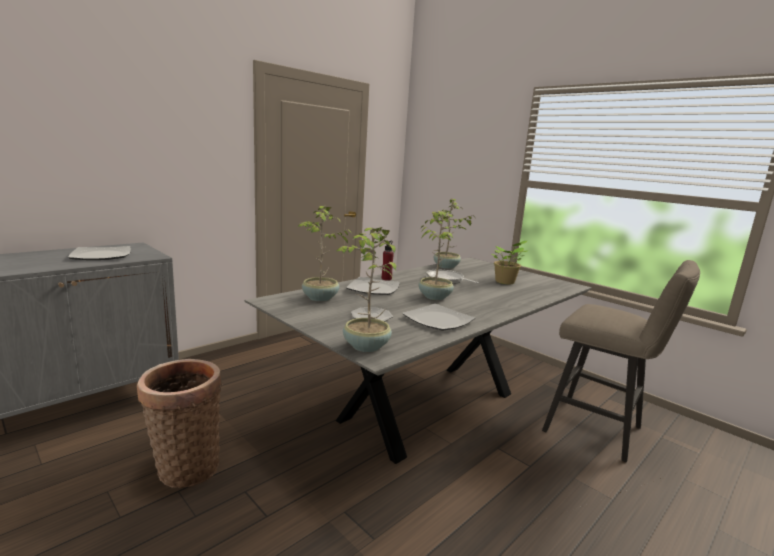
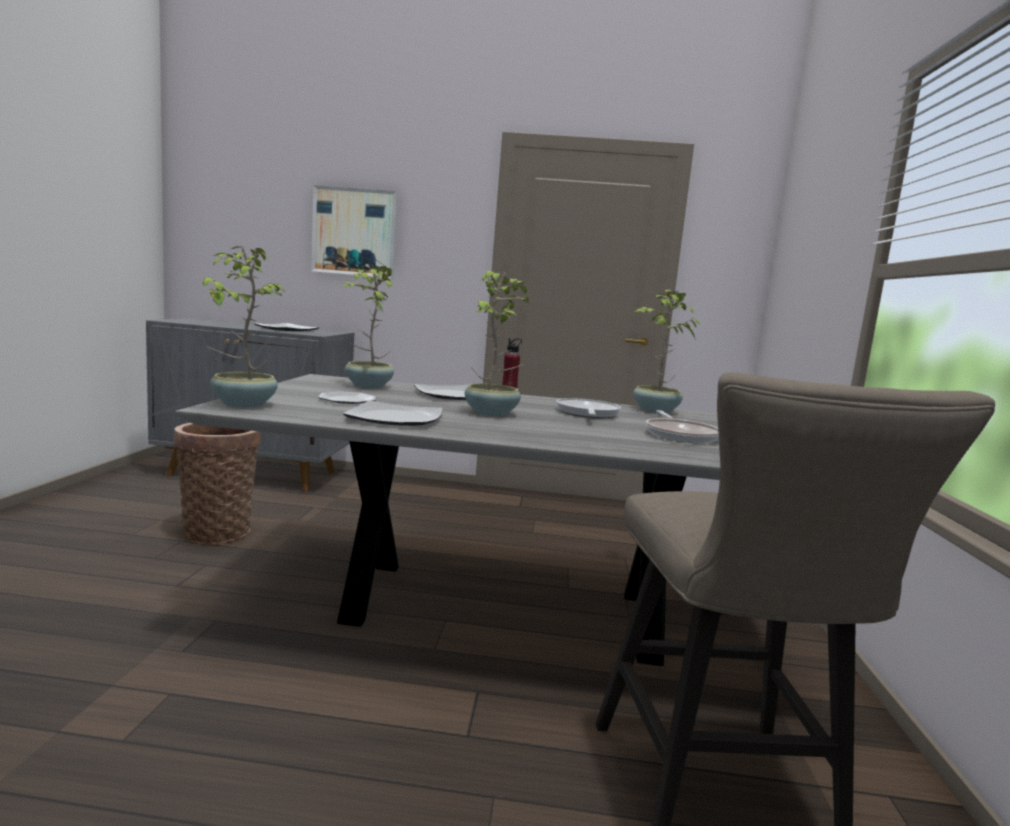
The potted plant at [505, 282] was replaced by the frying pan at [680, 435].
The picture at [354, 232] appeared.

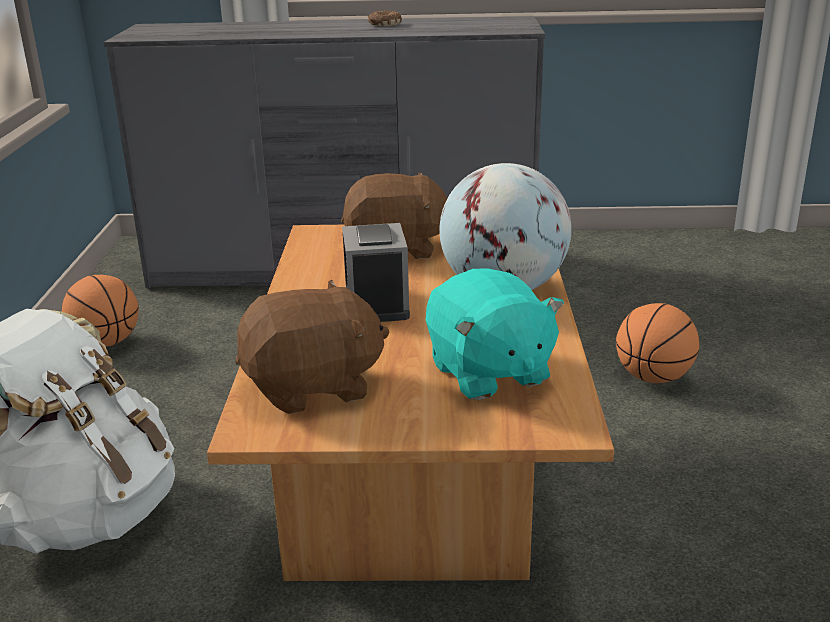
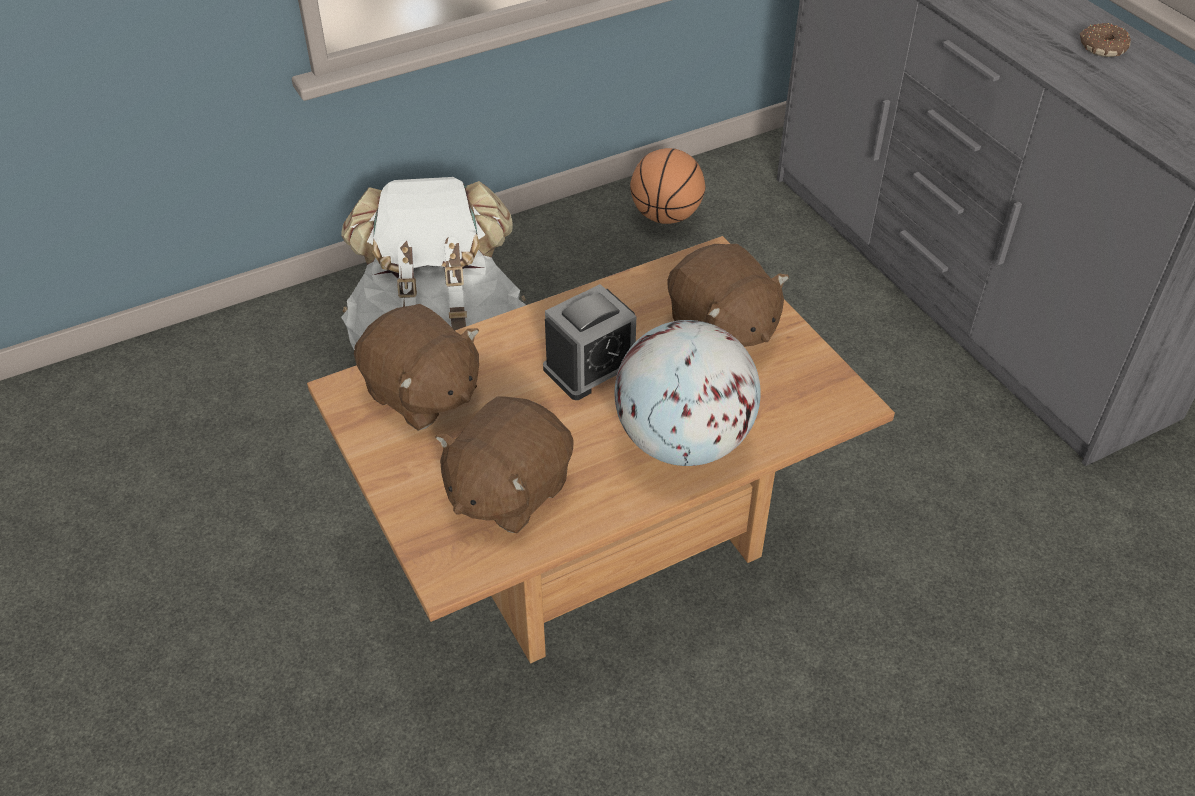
The plush toy in turquoise at [488, 373] became the plush toy in brown at [507, 491].
The basketball at [653, 378] disappeared.

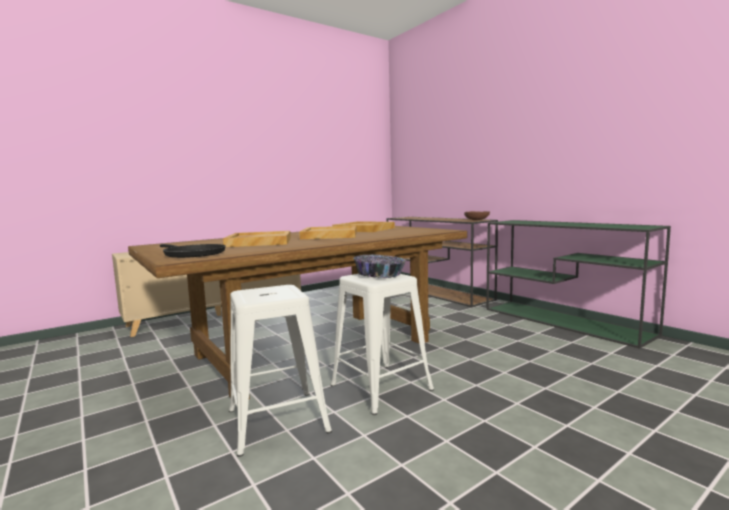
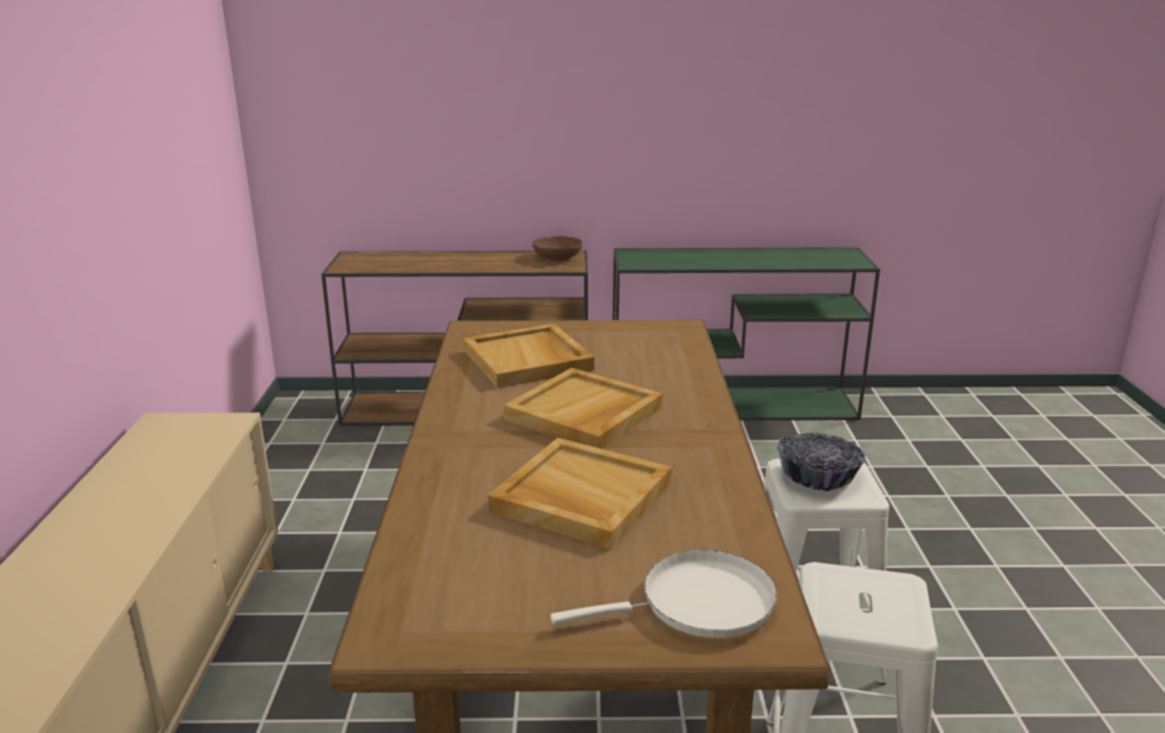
The frying pan in black at [192, 254] became the frying pan in white at [698, 603].

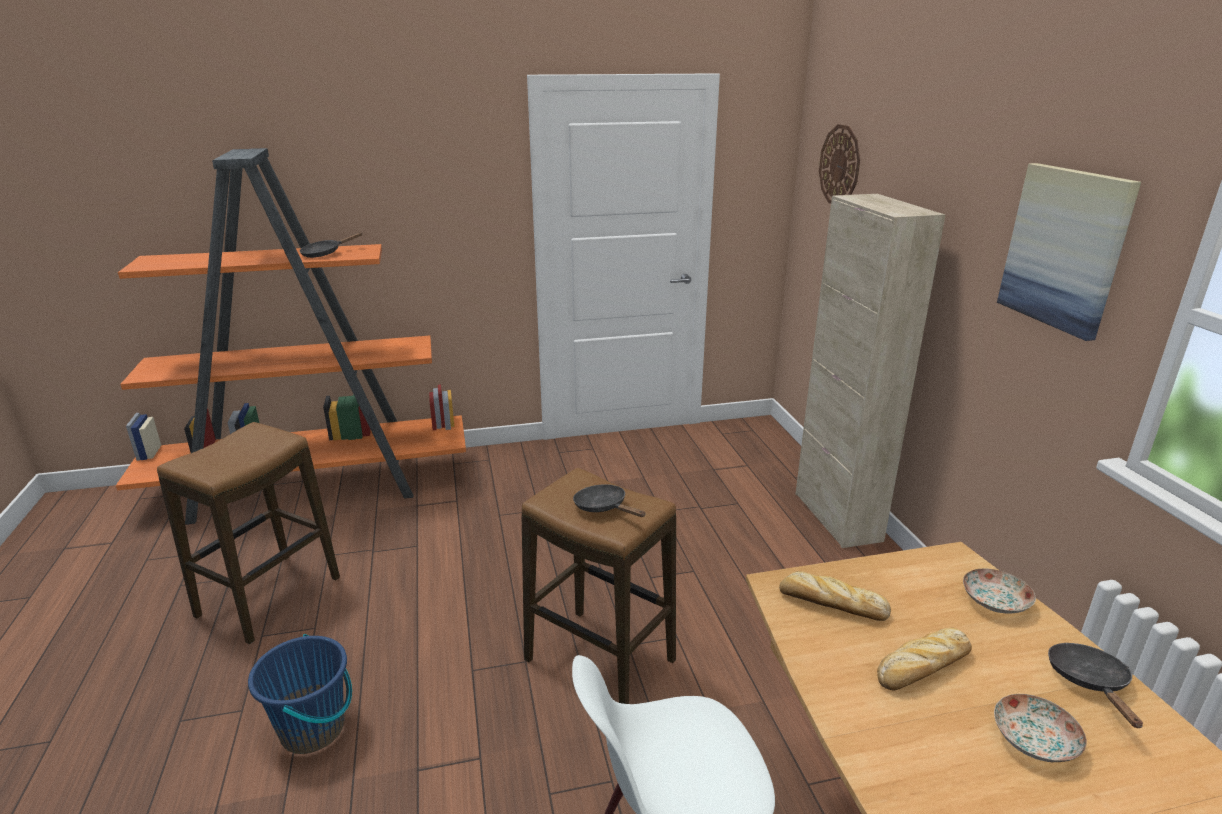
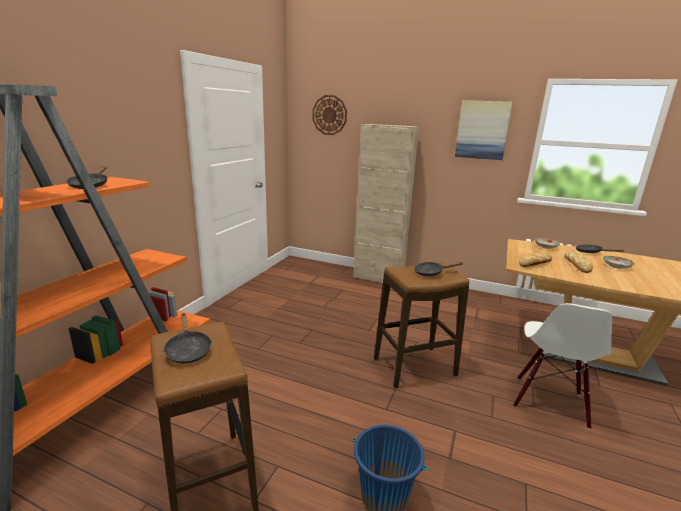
The frying pan in black at [188, 350] appeared.

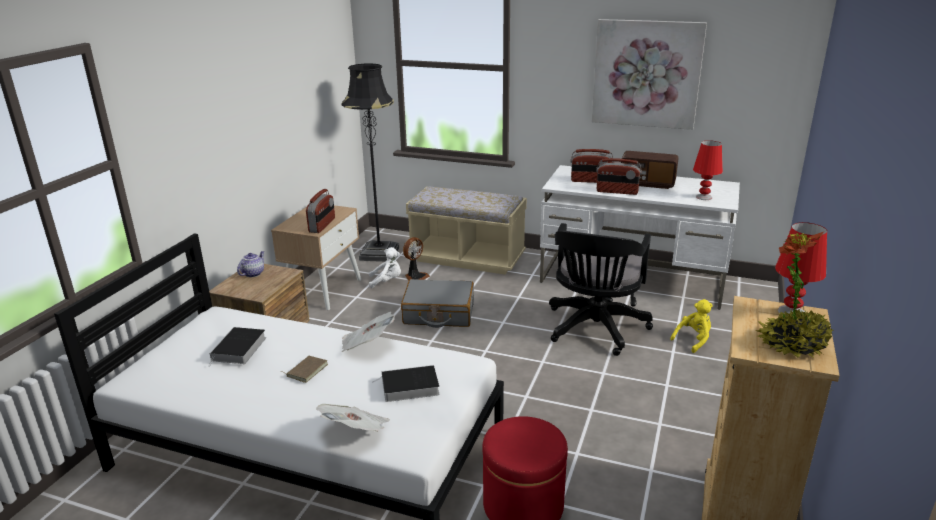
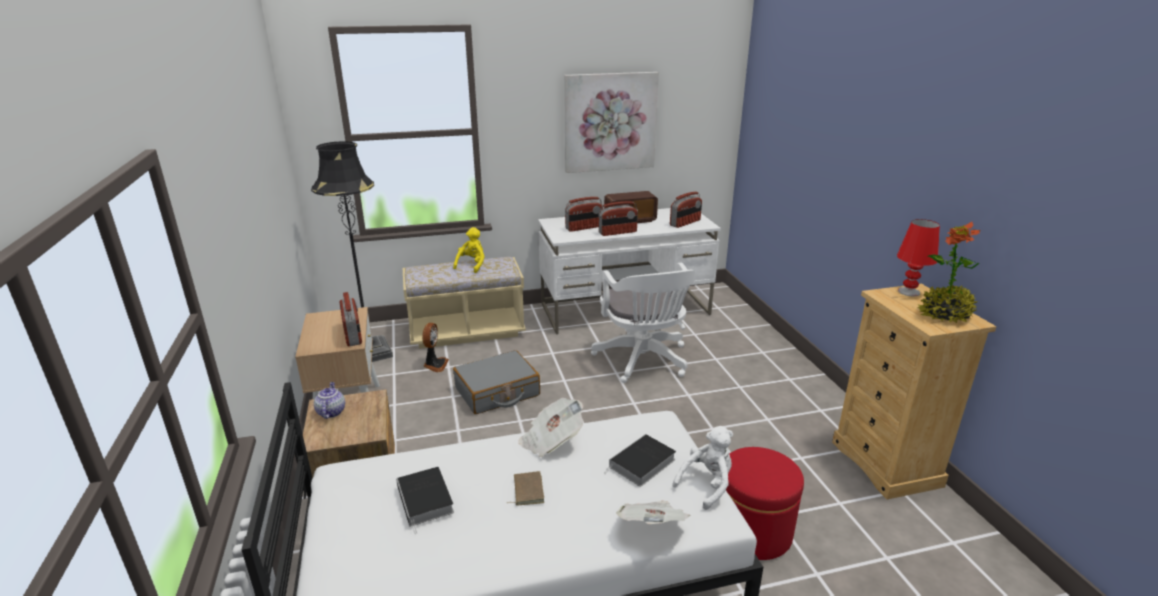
The plush toy in white moved from [387, 281] to [707, 484].
The office chair in black at [595, 330] became the office chair in white at [643, 361].
The plush toy in yellow moved from [693, 340] to [472, 265].
The table lamp in red at [704, 197] was replaced by the radio at [685, 223].

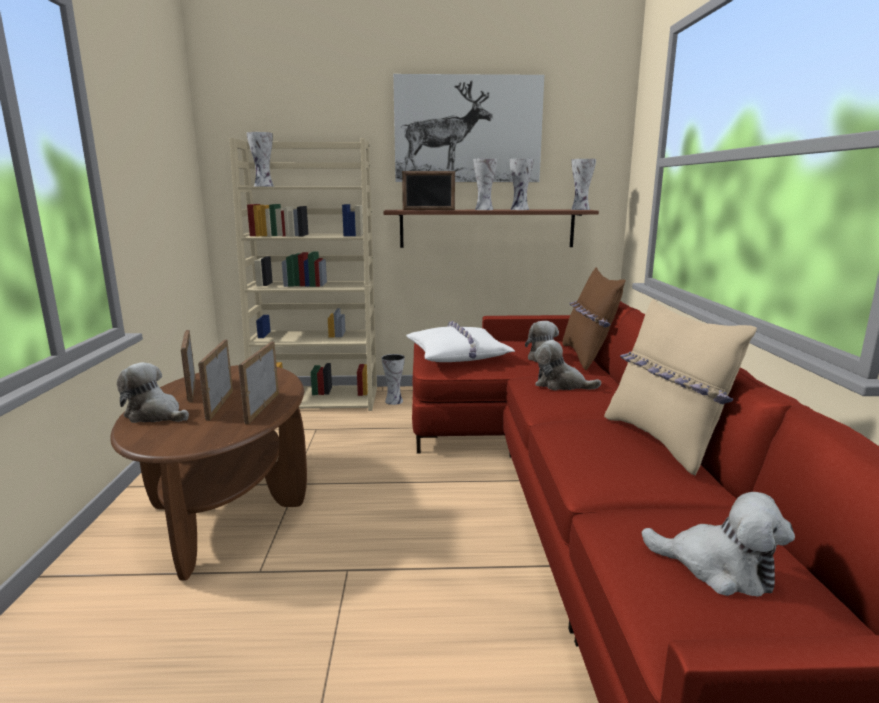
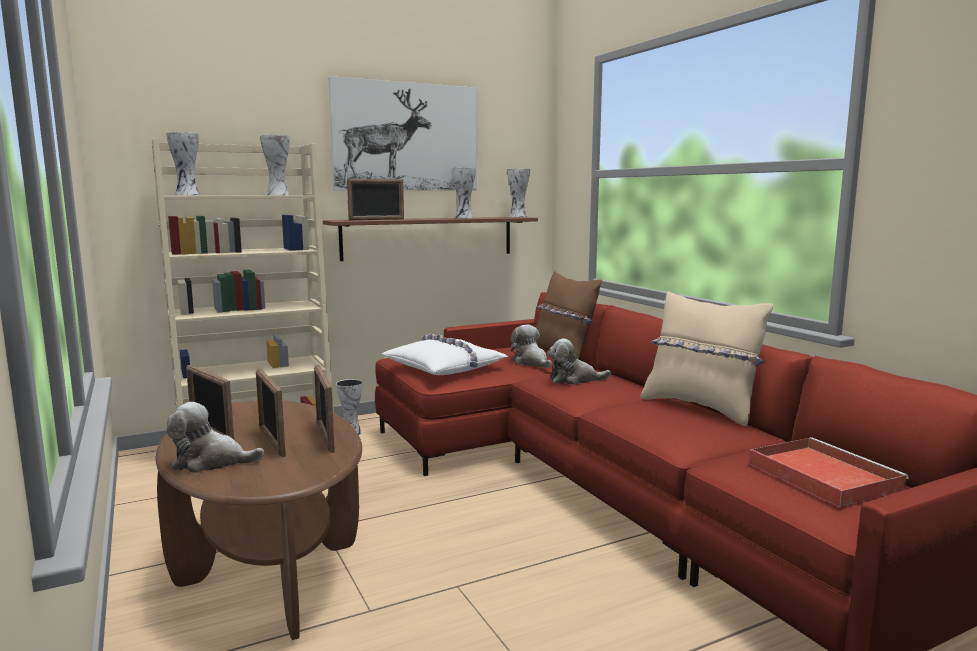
The vase moved from [483, 209] to [277, 195].
The plush toy at [718, 568] was replaced by the tray in red at [820, 475].

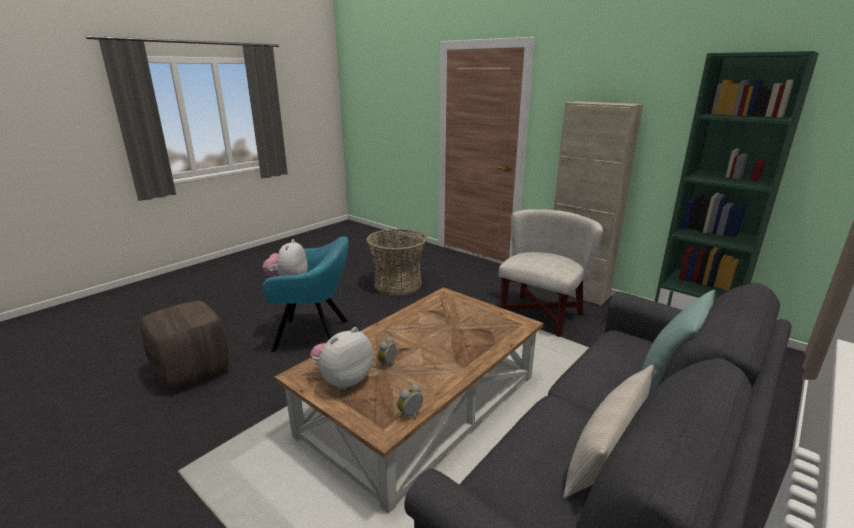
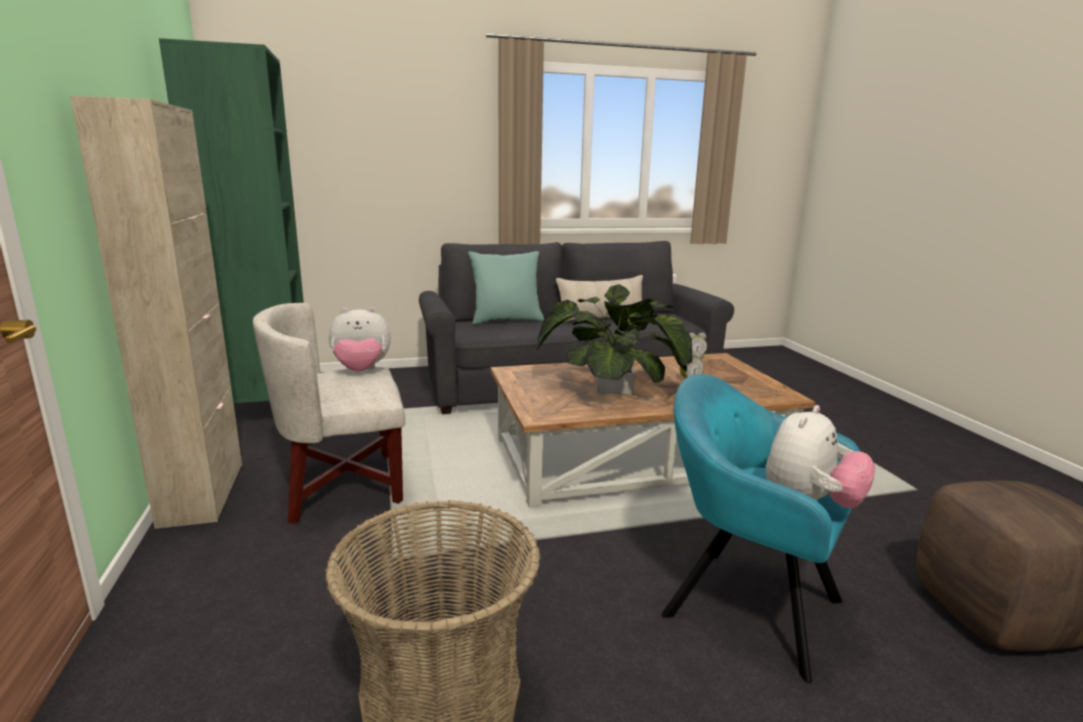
The plush toy moved from [343, 380] to [361, 371].
The potted plant at [614, 387] appeared.

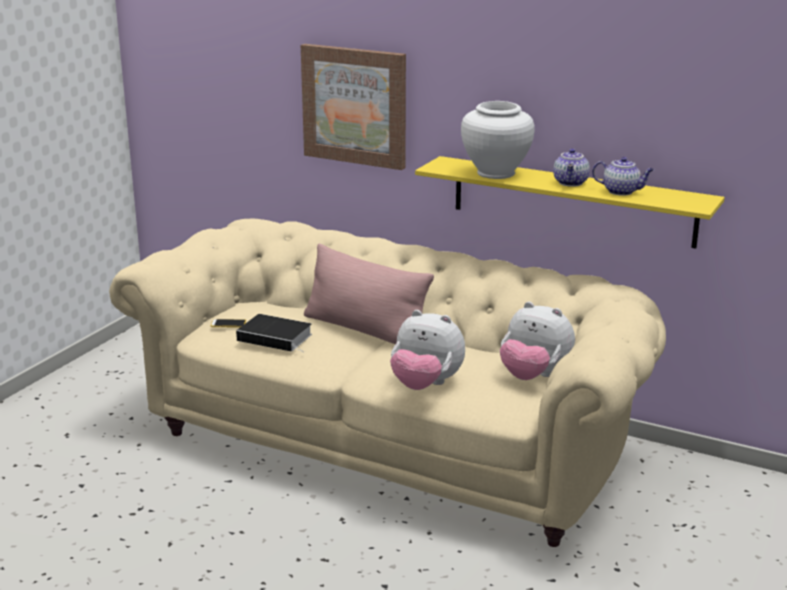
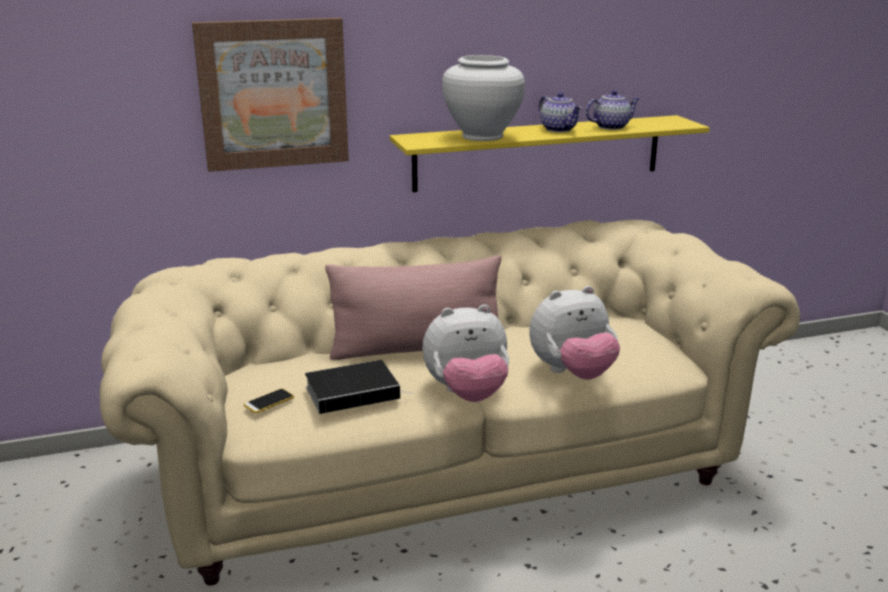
The plush toy moved from [534, 376] to [467, 394].

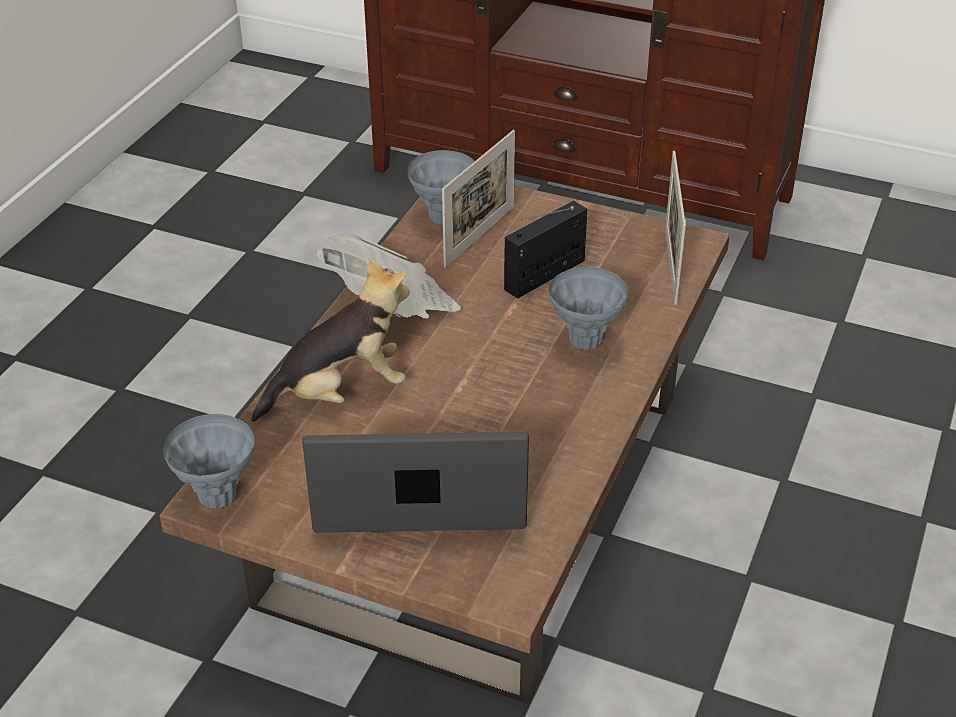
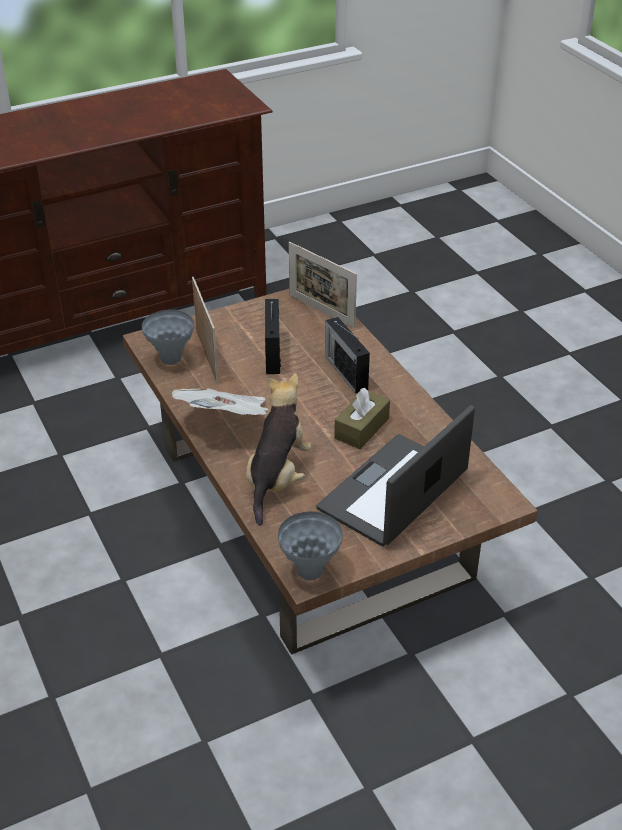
The vase in grey at [585, 341] was replaced by the radio at [345, 372].
The tissue box in brown at [361, 428] appeared.

